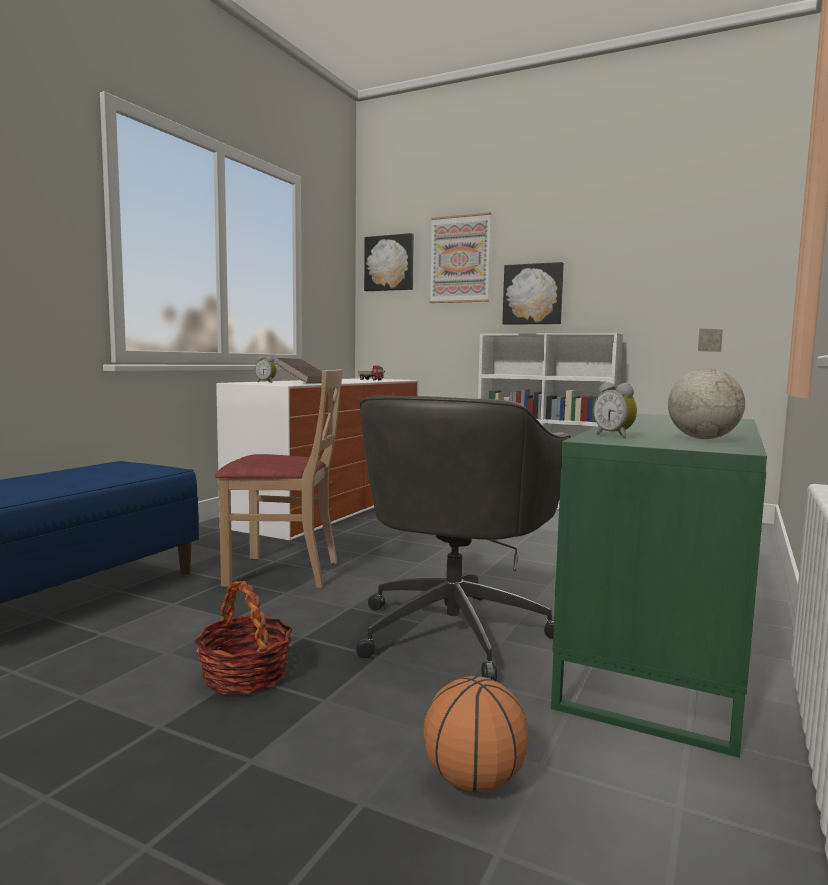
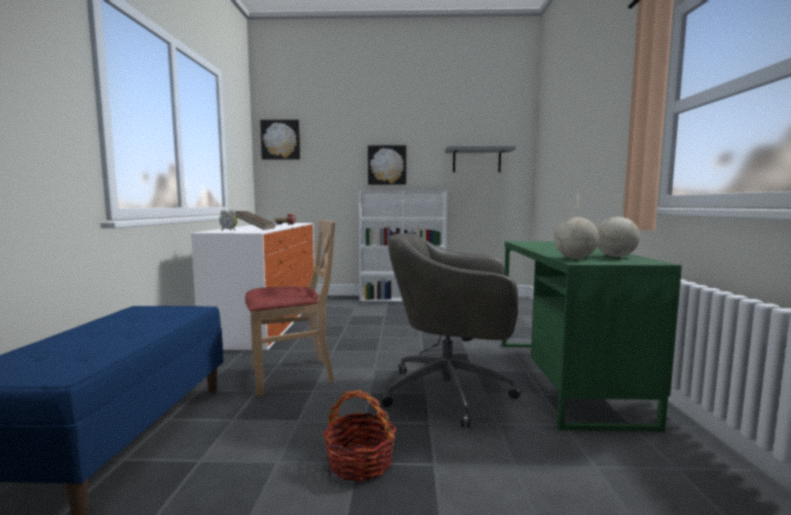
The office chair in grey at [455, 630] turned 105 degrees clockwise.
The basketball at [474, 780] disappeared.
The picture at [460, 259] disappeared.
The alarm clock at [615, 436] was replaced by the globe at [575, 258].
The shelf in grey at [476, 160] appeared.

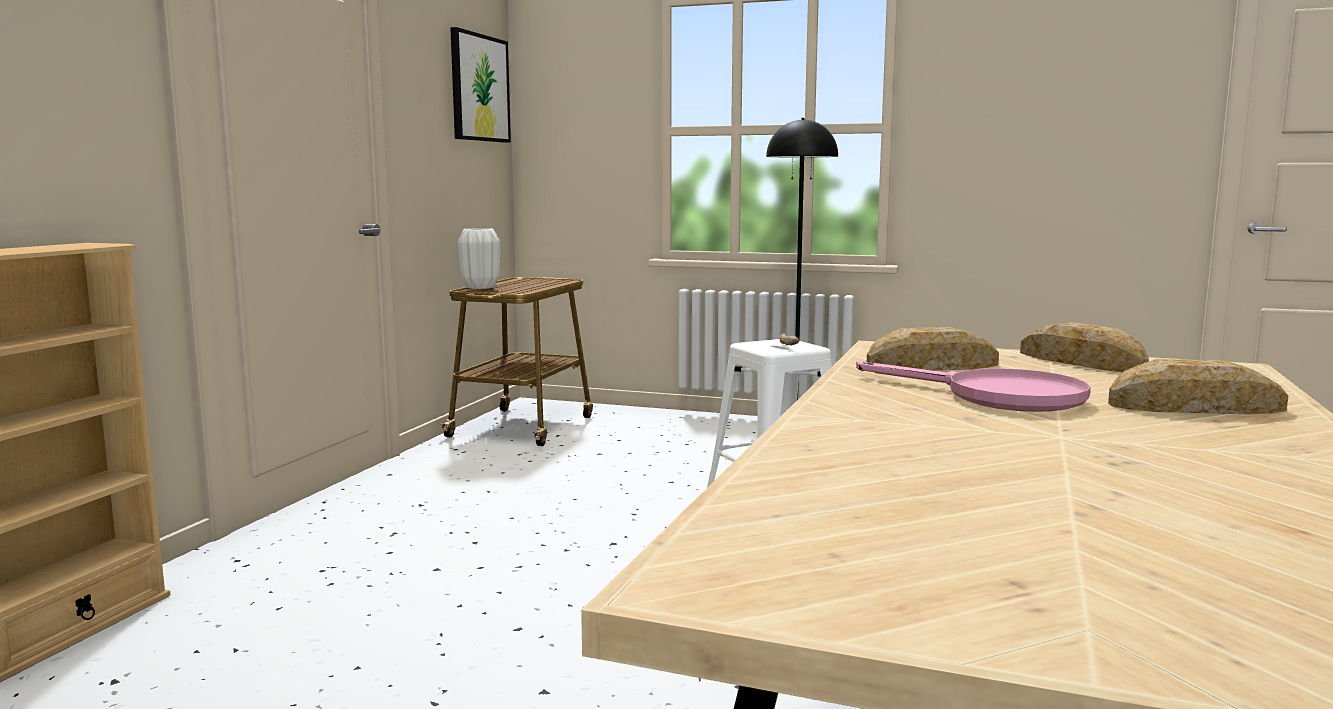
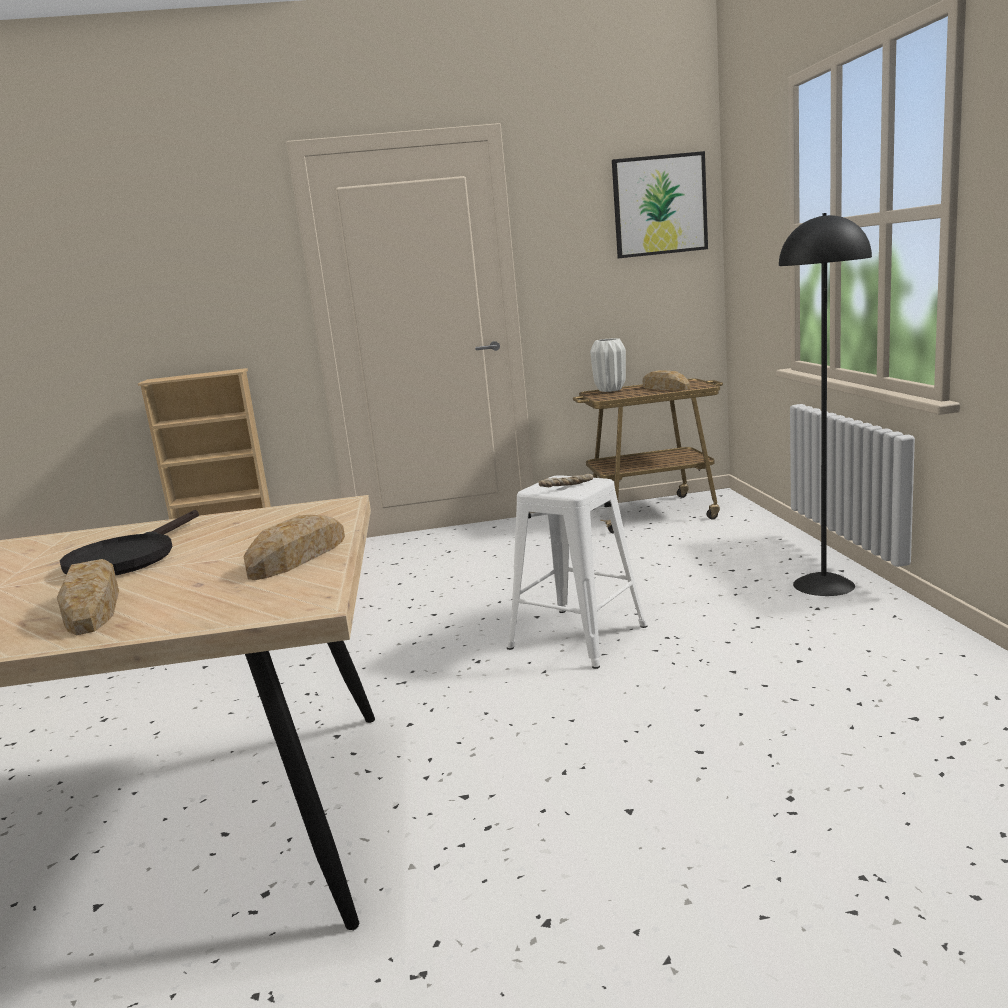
The frying pan in pink at [995, 396] became the frying pan in black at [129, 557].
The bread moved from [932, 366] to [665, 388].

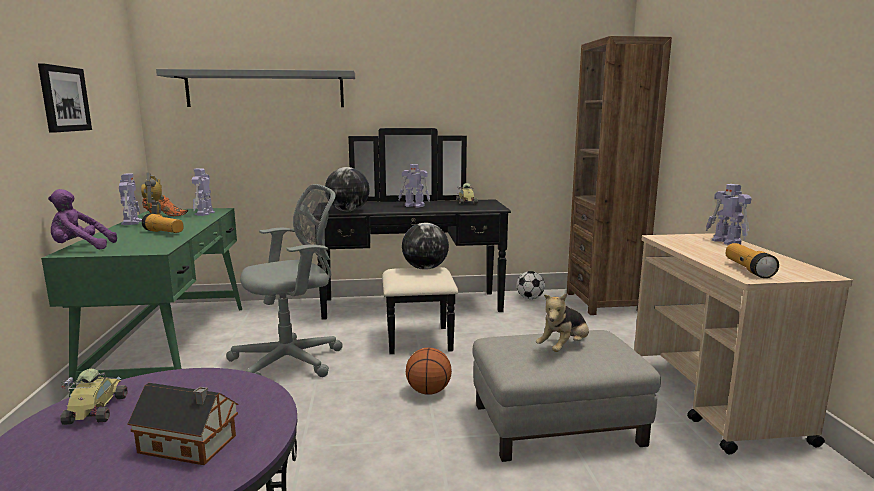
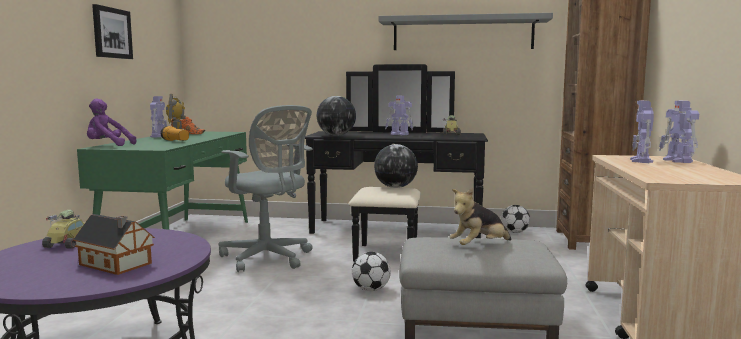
The shelf in grey moved from [265, 89] to [462, 34].
The toy robot moved from [204, 213] to [641, 161].
The office chair in grey at [292, 360] turned 60 degrees clockwise.
The basketball at [428, 391] was replaced by the football at [371, 290].
The flashlight at [748, 269] disappeared.

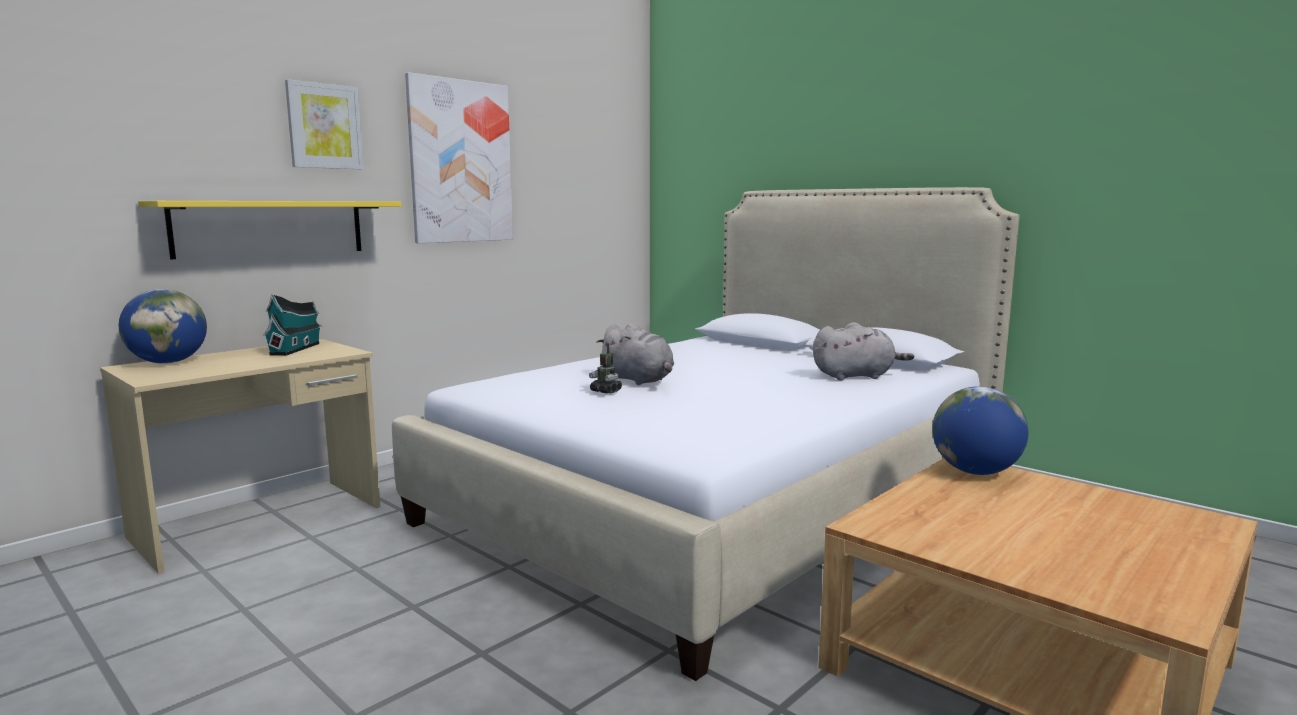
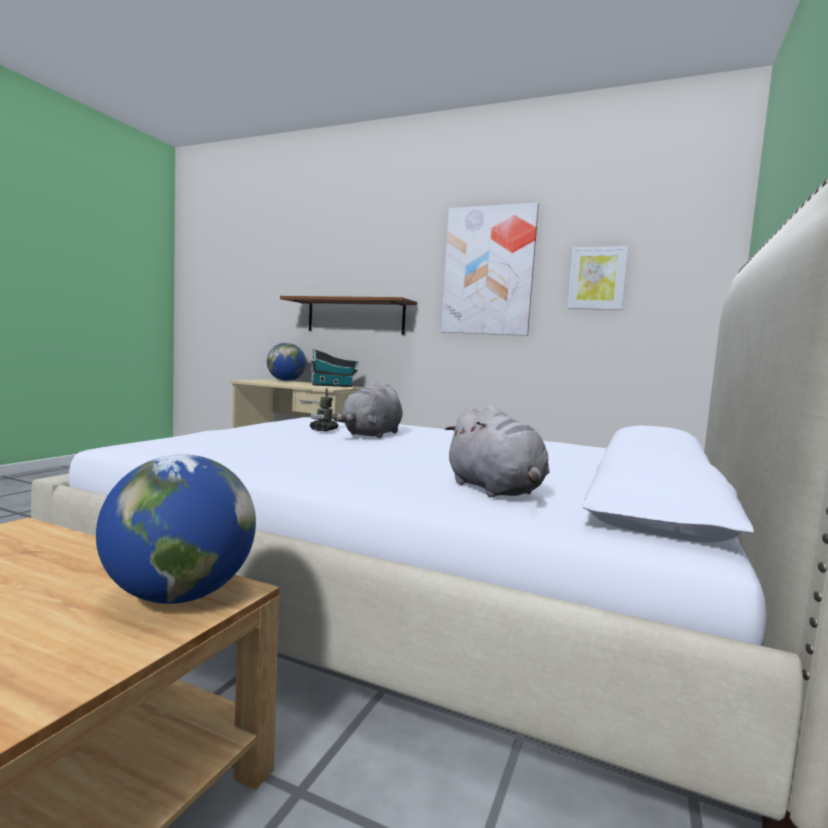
The shelf in yellow at [271, 228] became the shelf in brown at [355, 316].
The picture moved from [324, 126] to [597, 278].

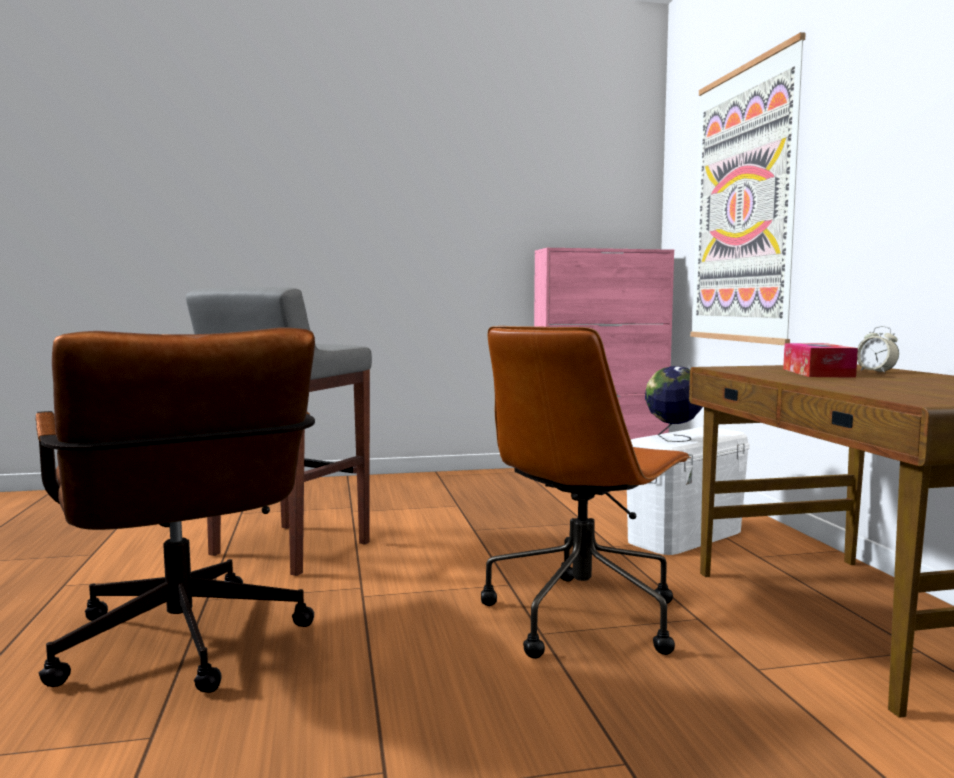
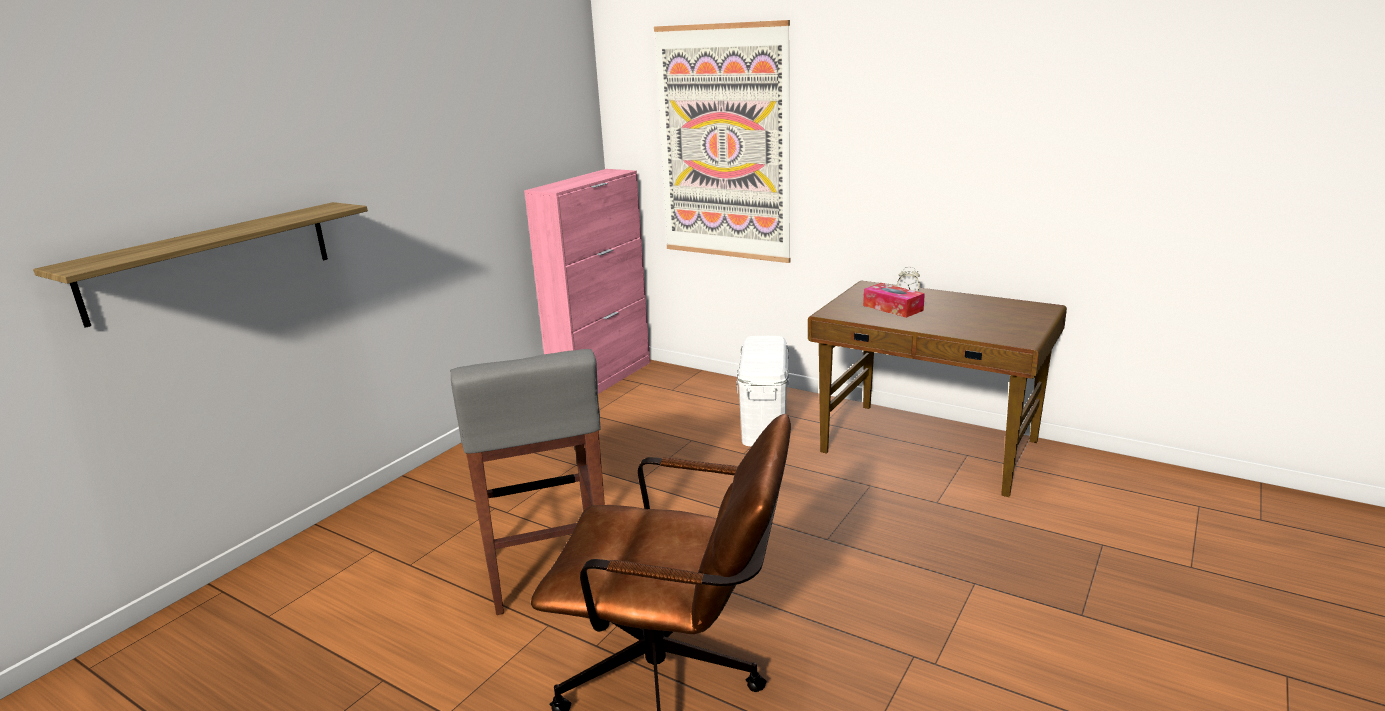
The office chair in brown at [582, 615] disappeared.
The globe at [673, 439] disappeared.
The shelf at [211, 260] appeared.

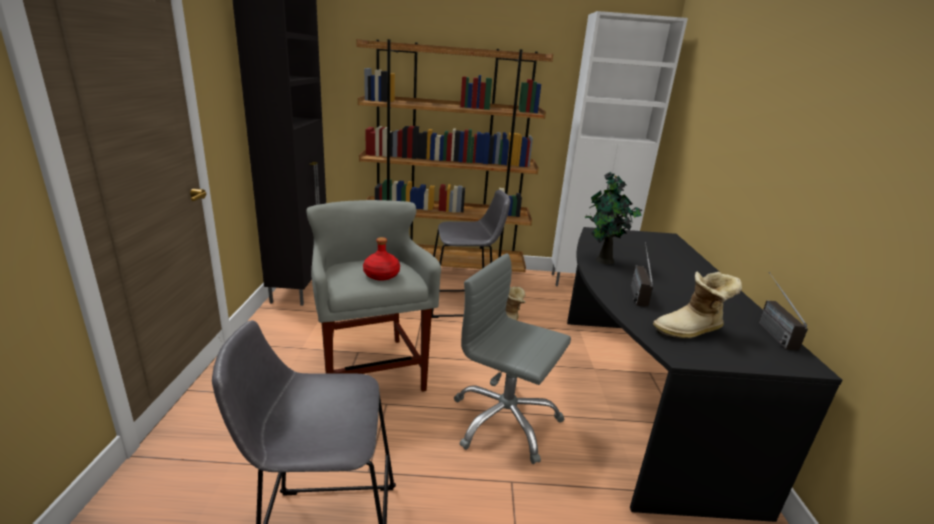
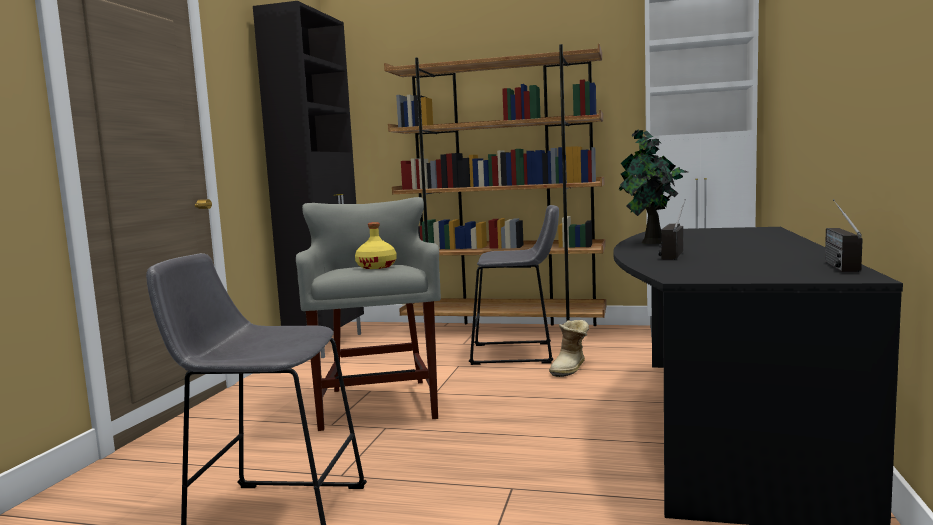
The bottle in red at [381, 275] became the bottle in yellow at [376, 266].
The office chair in grey at [504, 421] disappeared.
The boot at [691, 331] disappeared.

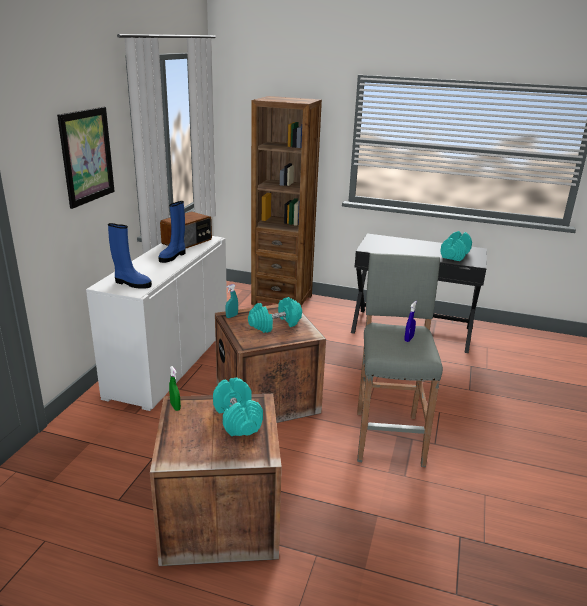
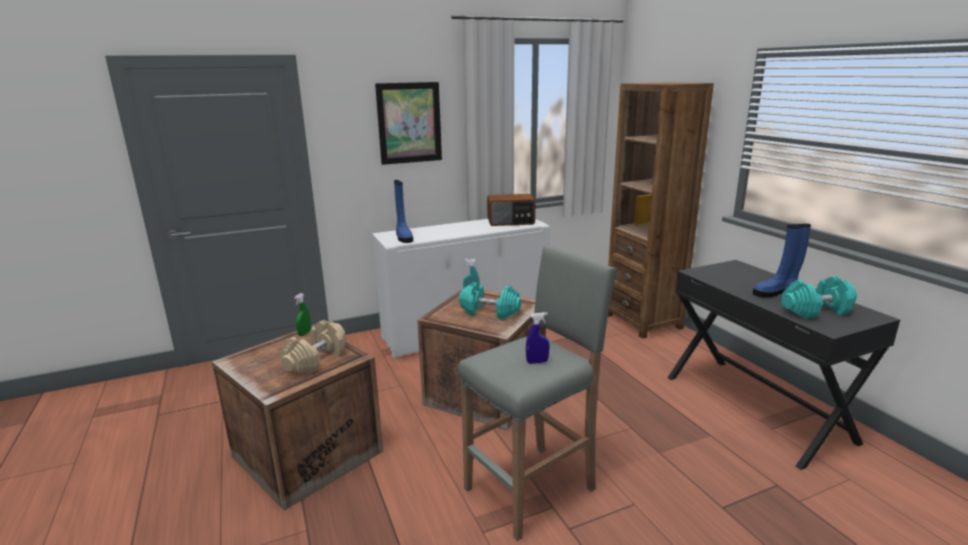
The boot in blue moved from [173, 256] to [775, 292].
The dumbbell in turquoise at [238, 419] became the dumbbell in beige at [316, 360].

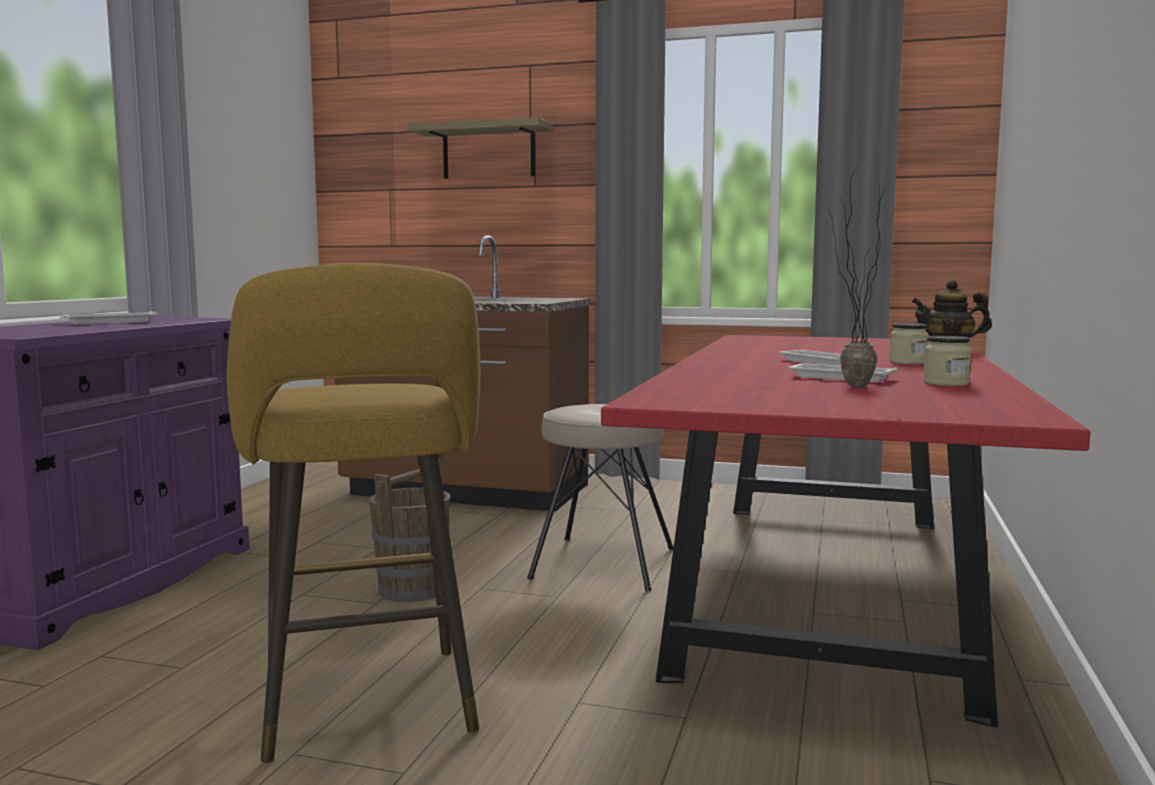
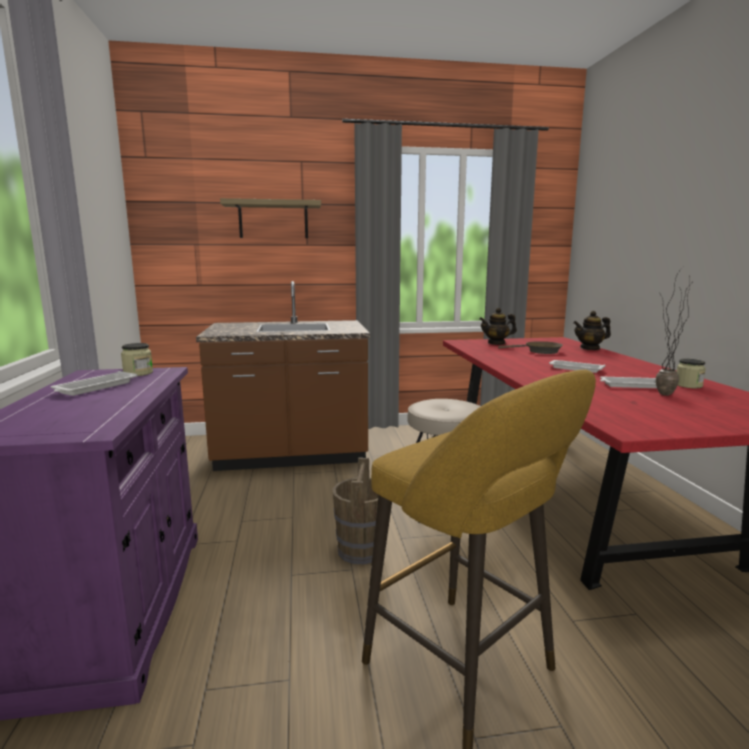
The jar moved from [908, 362] to [138, 373].
The teapot at [496, 343] appeared.
The frying pan in brown at [539, 351] appeared.

